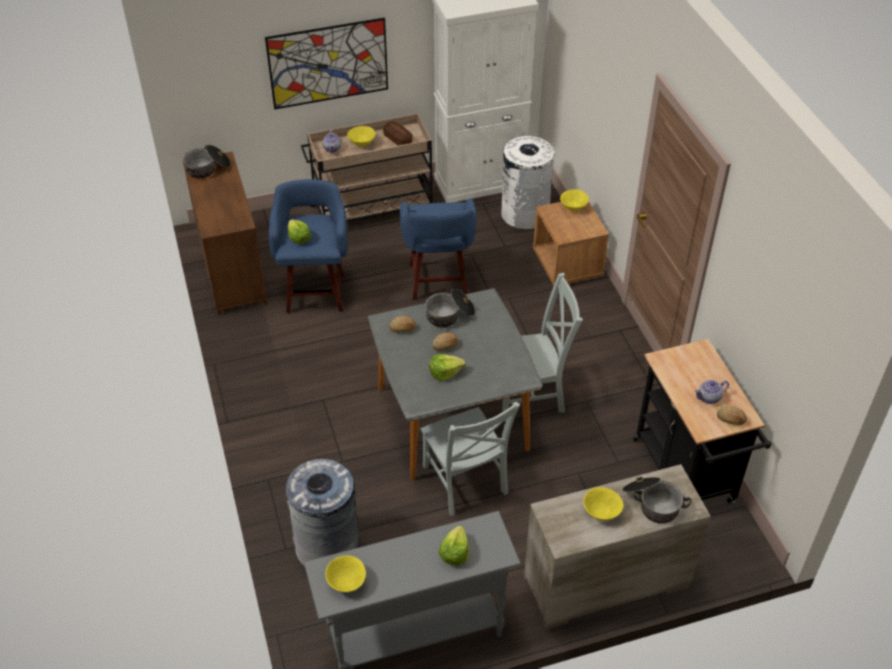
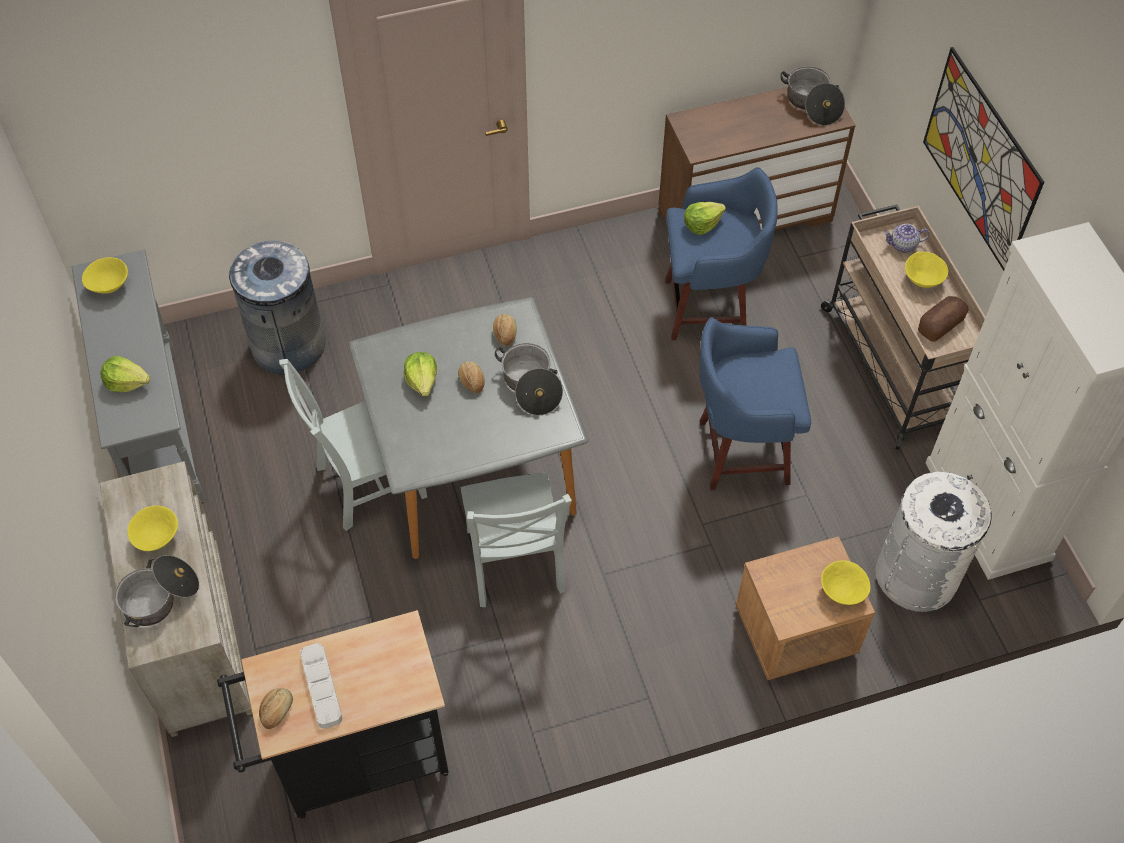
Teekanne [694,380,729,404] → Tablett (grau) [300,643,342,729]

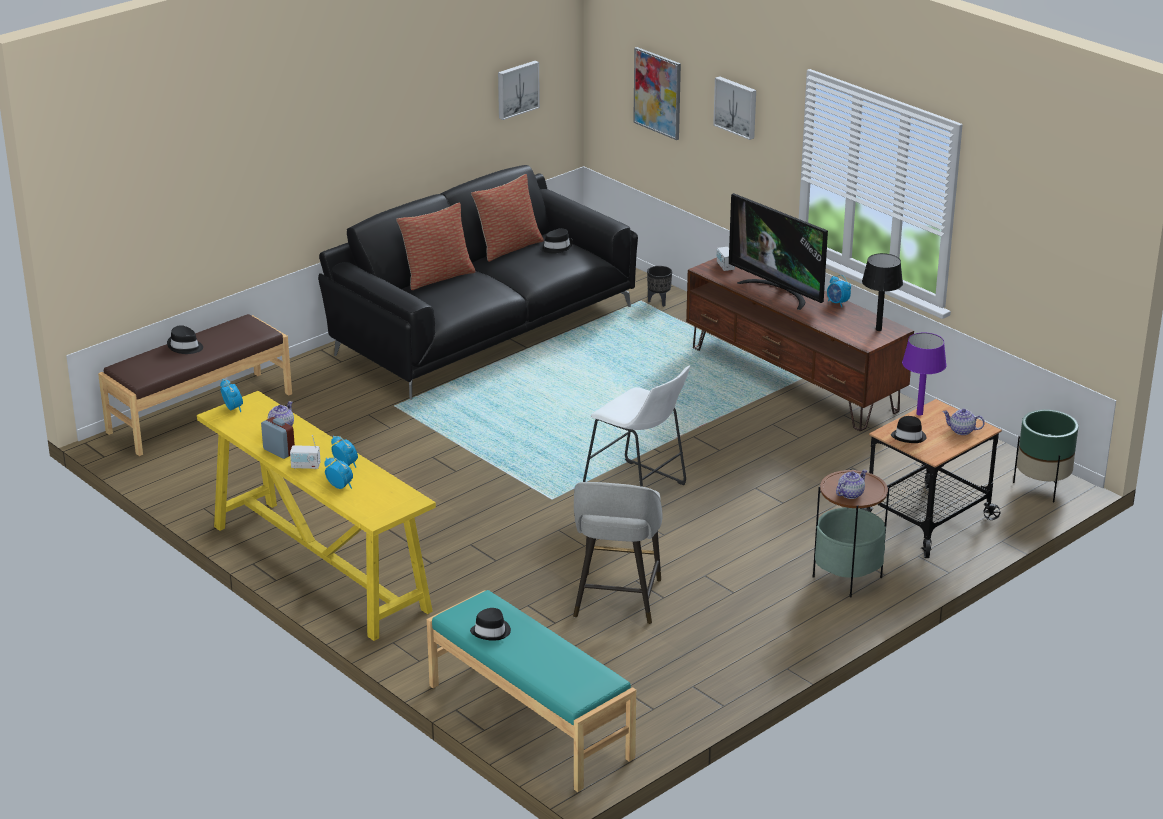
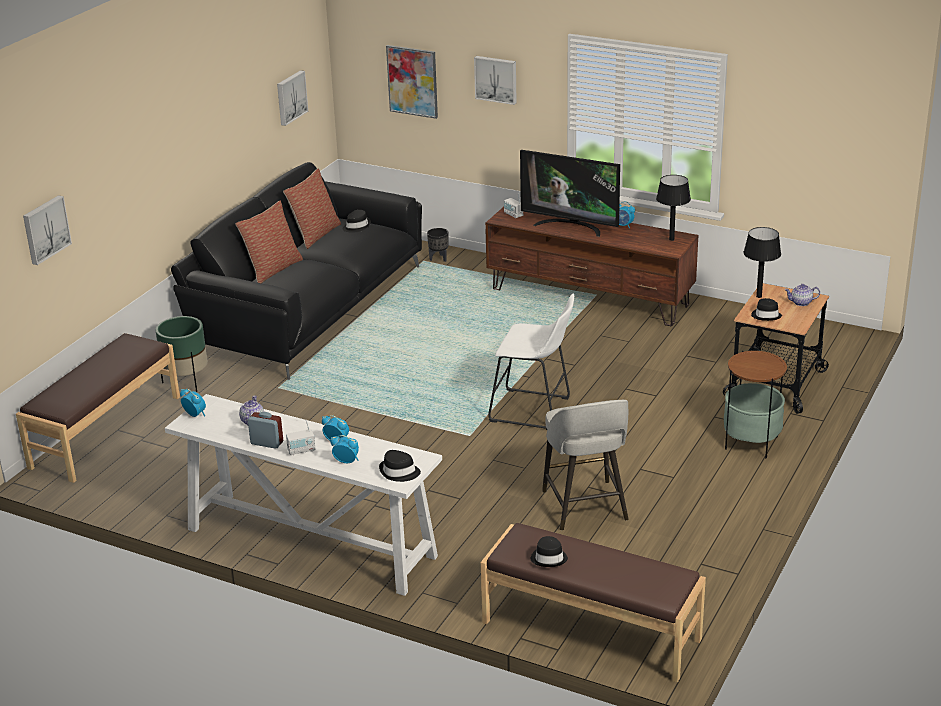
Hut (schwarz) [167,325,203,354] → Hut (schwarz) [379,450,421,482], moved
Konsolentisch (gelb) [197,391,436,641] → Konsolentisch (weiß) [165,394,442,596]
Bank (türkis) [427,590,636,792] → Bank (braun) [481,523,706,683]
Teekanne [836,470,867,499] → -
Tischlampe (lila) [902,333,947,416] → Tischlampe (schwarz) [743,227,781,298]
Pflanzkübel (grün) [1013,409,1078,502] → Pflanzkübel (grün) [155,316,208,392], moved
- → Bild [23,195,72,265]

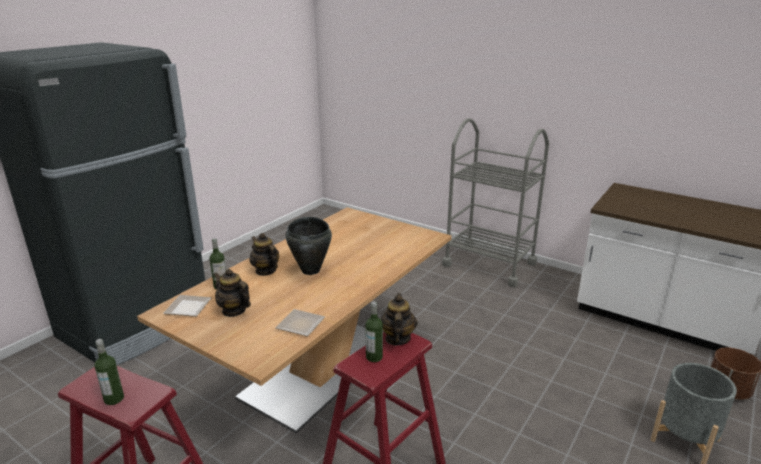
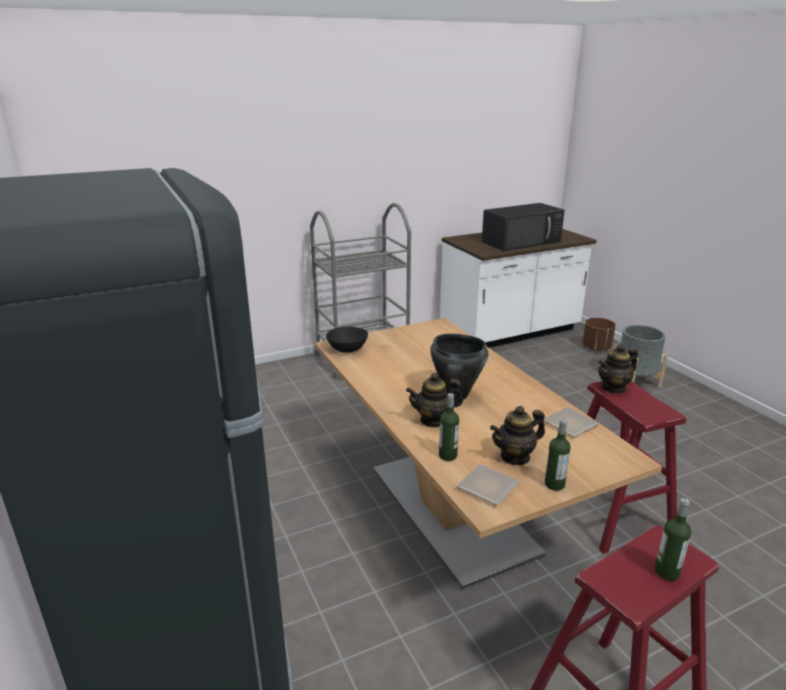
Flasche [365,301,383,362] → Flasche [545,419,571,491], moved
Teekanne [380,293,418,346] → Teekanne [598,344,638,394], 60 degrees counterclockwise
- → Schüssel (schwarz) [326,327,368,353]
- → Mikrowelle (schwarz) [482,203,565,251]

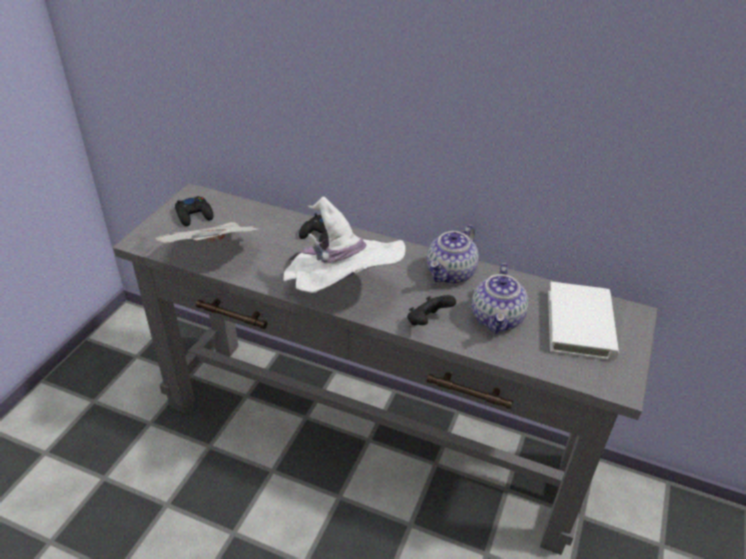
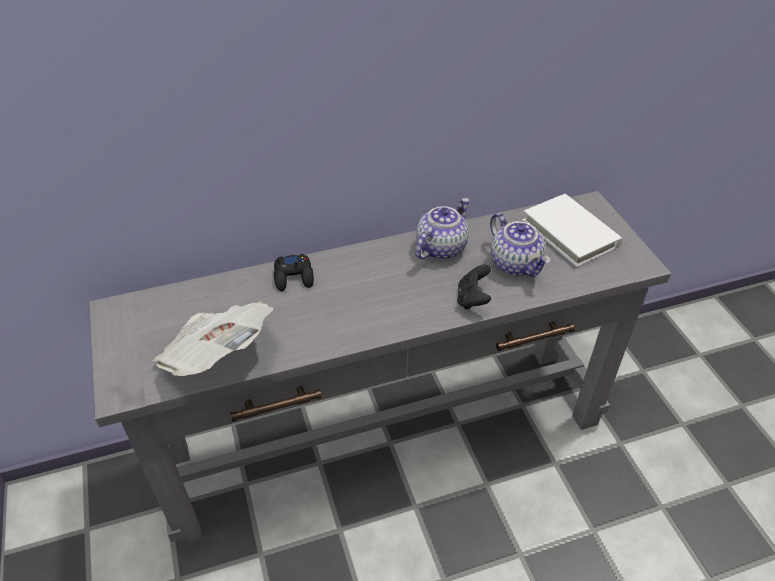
Gamepad (schwarz) [175,196,213,226] → -
Hut (weiß) [284,197,406,293] → -
Teekanne [427,225,479,284] → Teekanne [415,198,469,260], 135 degrees counterclockwise

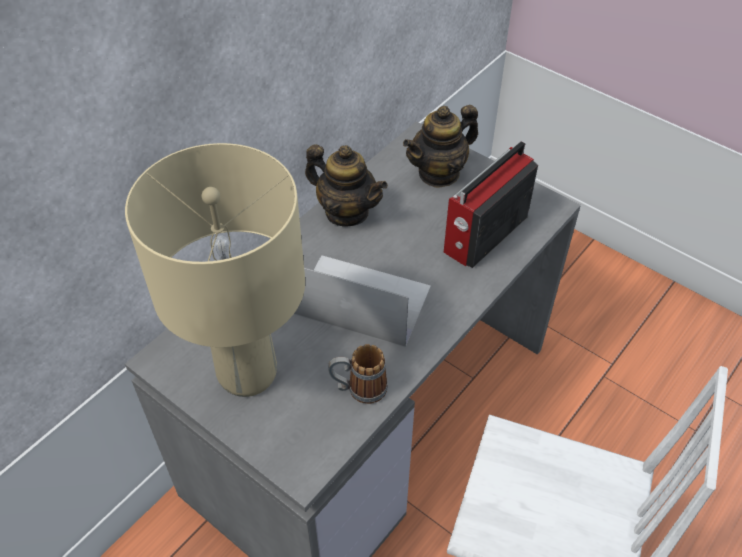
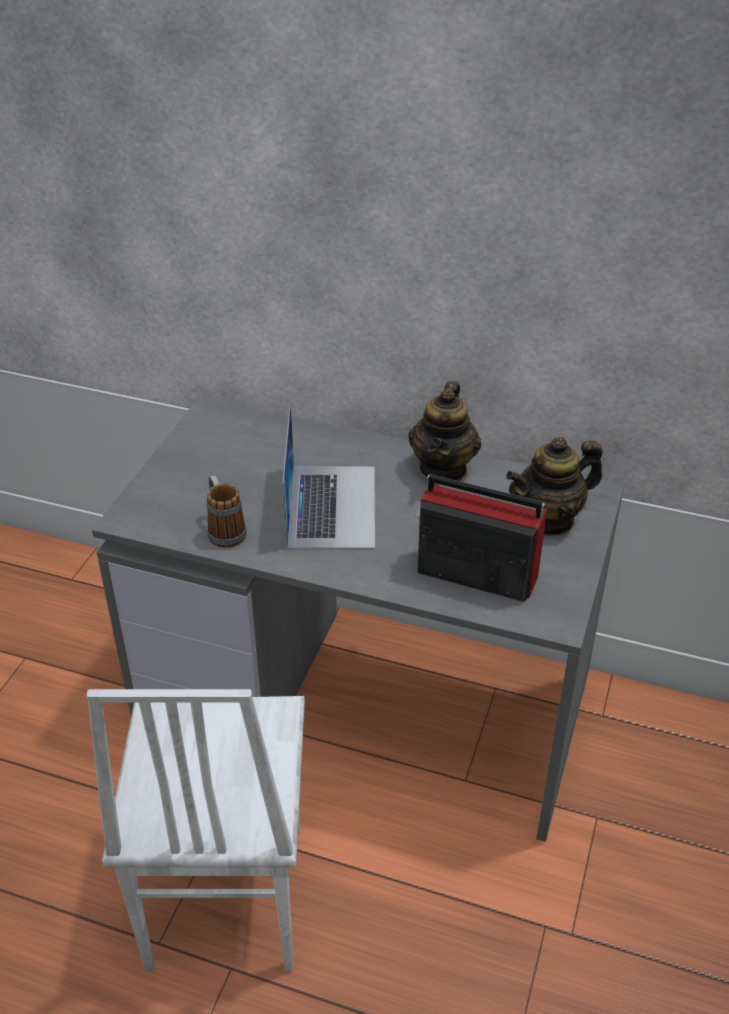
Tischlampe (beige) [125,143,305,397] → -
Teekanne [403,105,478,188] → Teekanne [506,437,603,536], 60 degrees counterclockwise

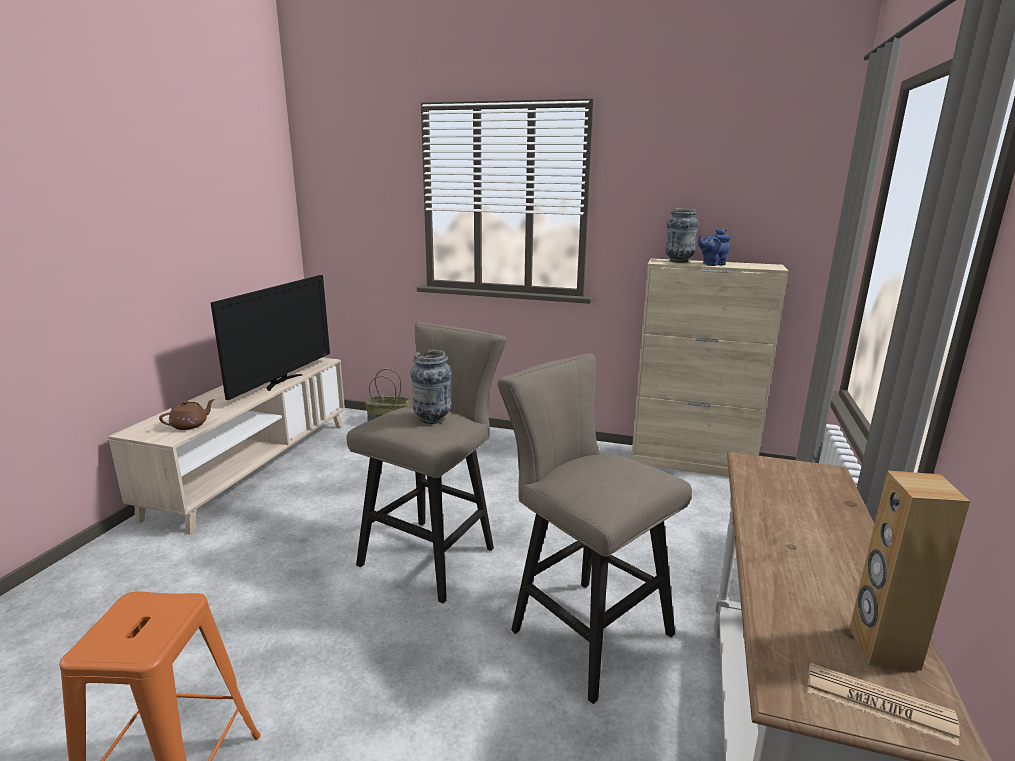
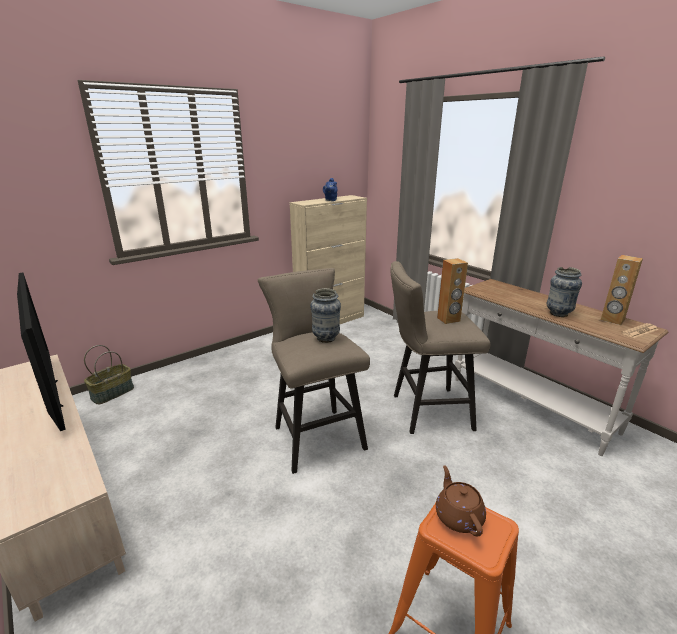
Teekanne (braun) [159,399,215,430] → Teekanne (braun) [436,465,486,536], moved
Vase [665,208,699,263] → Vase [547,267,582,317], moved
- → Lautsprecher (braun) [437,258,468,324]

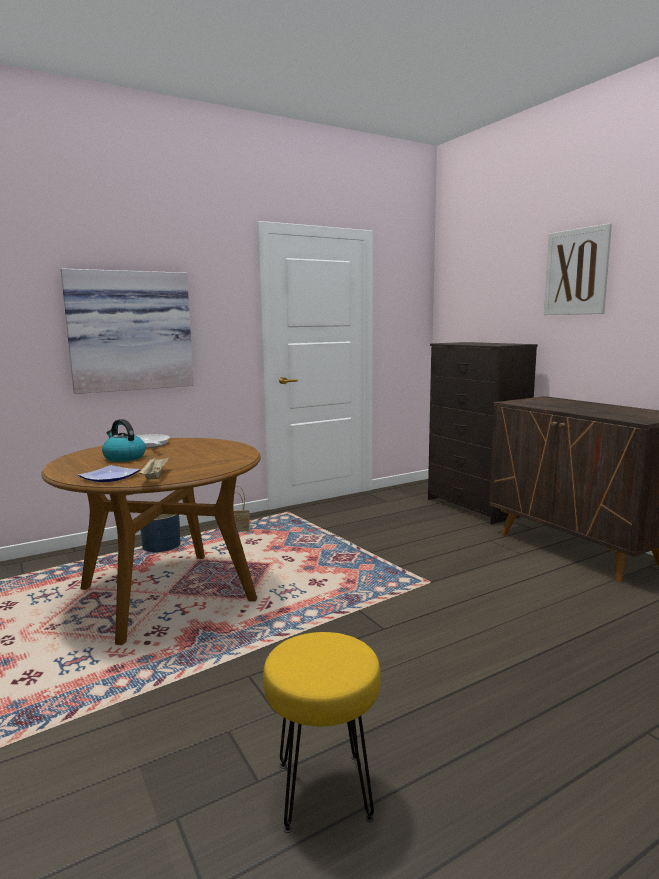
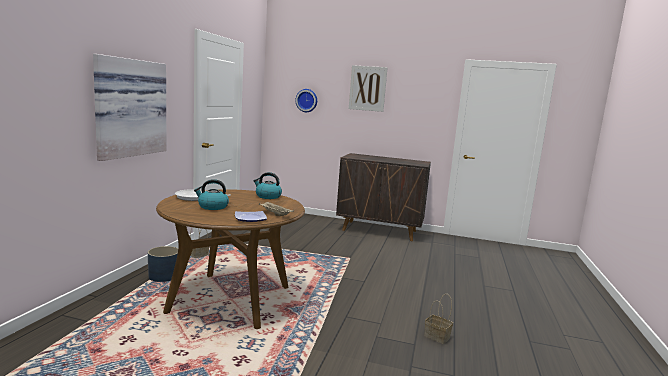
Hocker (gelb) [263,632,381,833] → Korb [424,294,453,344]
Kommode (schwarz) [428,342,538,524] → -
- → Wasserkessel [254,172,282,199]
- → Wanduhr [295,89,317,112]

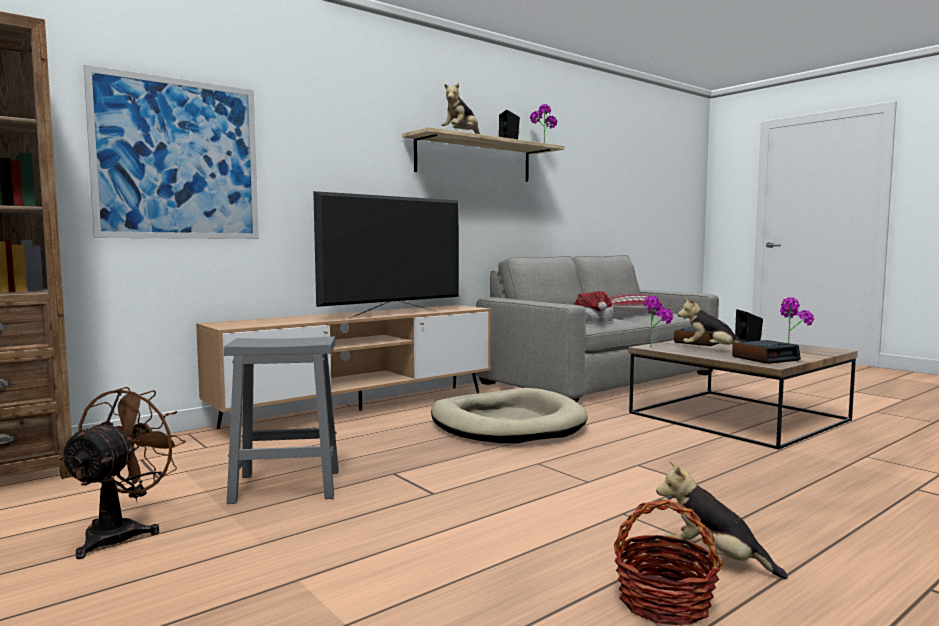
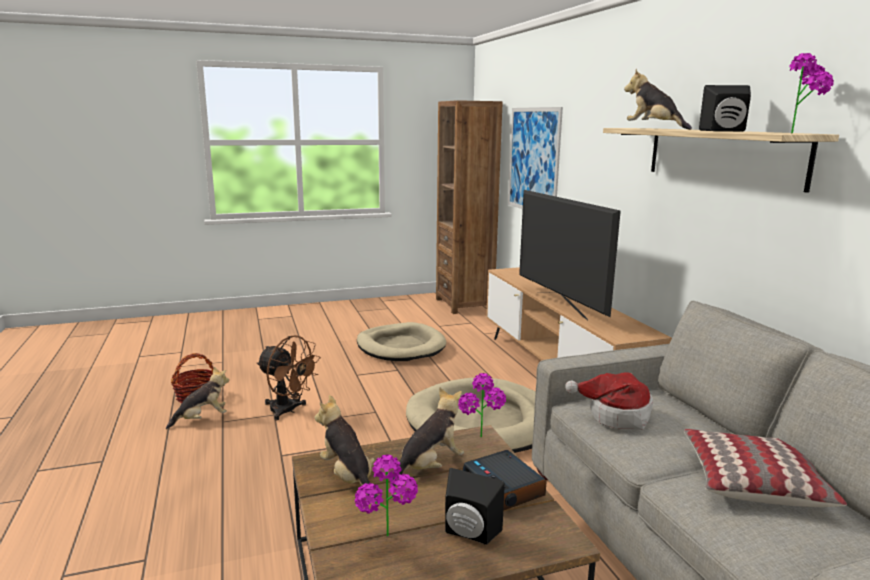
Ventilator (braun) [58,387,186,559] → Ventilator (braun) [257,335,321,421], moved
Hocker (grau) [224,336,339,504] → Hundebett (beige) [357,322,446,361]
Wecker [732,340,801,364] → Plüschtier [315,395,378,498]

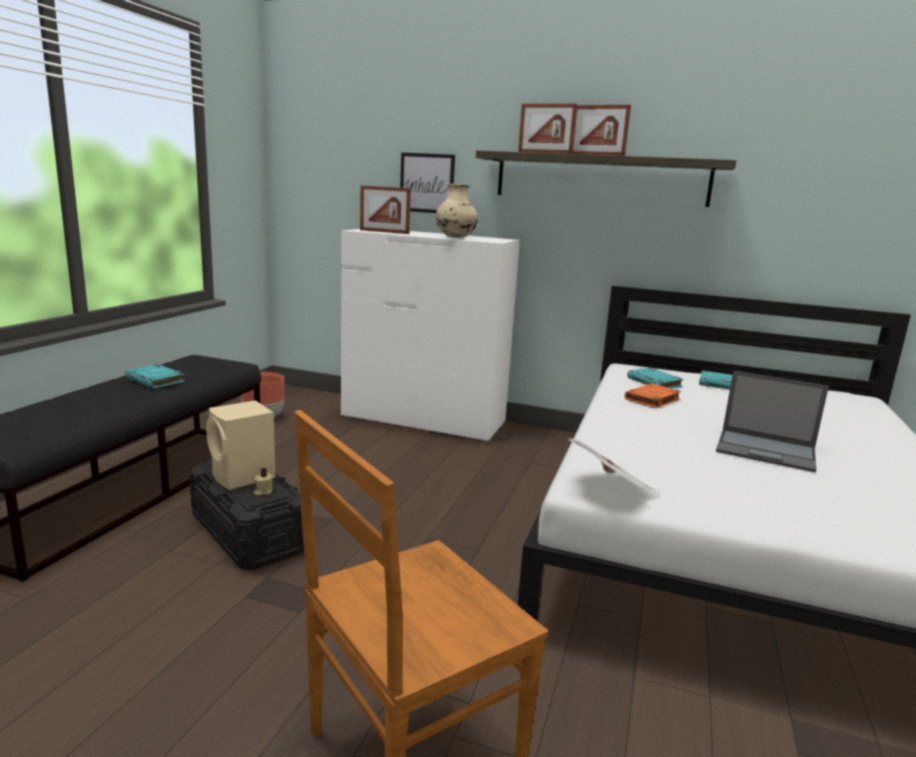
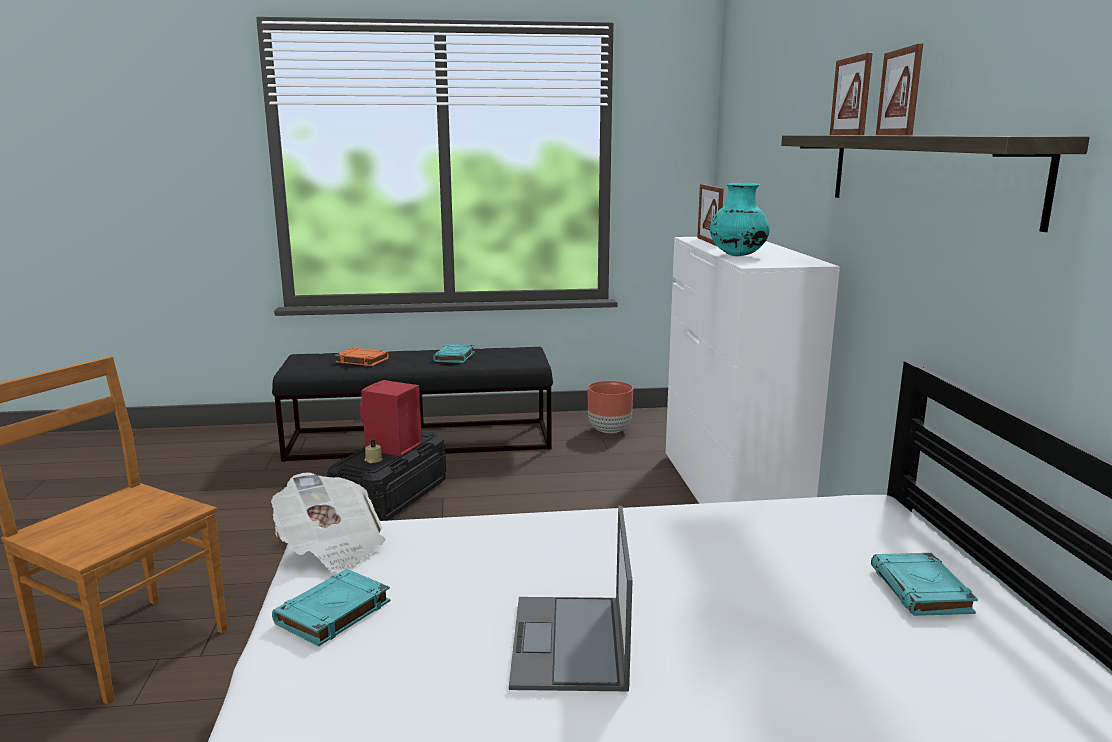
Lautsprecher (beige) [206,400,275,490] → Lautsprecher (rot) [360,380,422,456]
Bild [400,153,455,213] → -
Vase (beige) [435,184,478,238] → Vase (türkis) [710,183,770,256]
Buch (orange) [624,383,681,408] → Buch (orange) [335,348,389,366], moved
Buch (türkis) [627,368,684,389] → Buch (türkis) [272,569,390,646], moved

